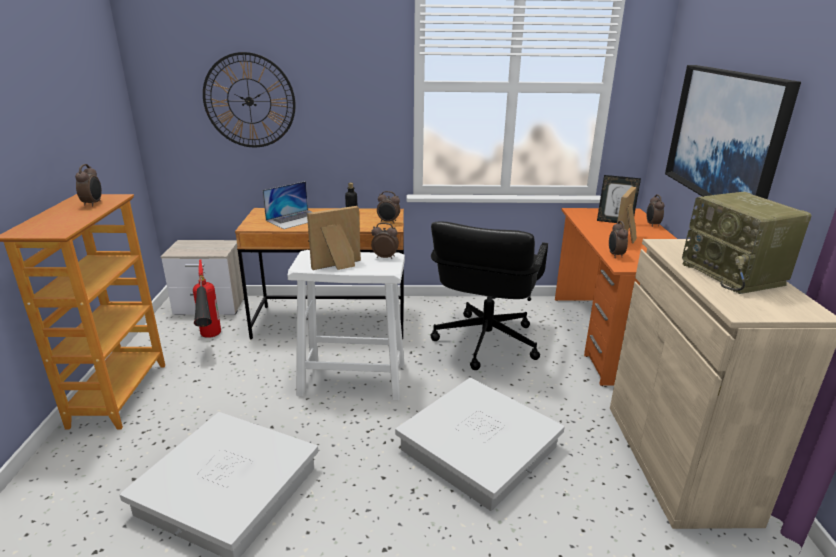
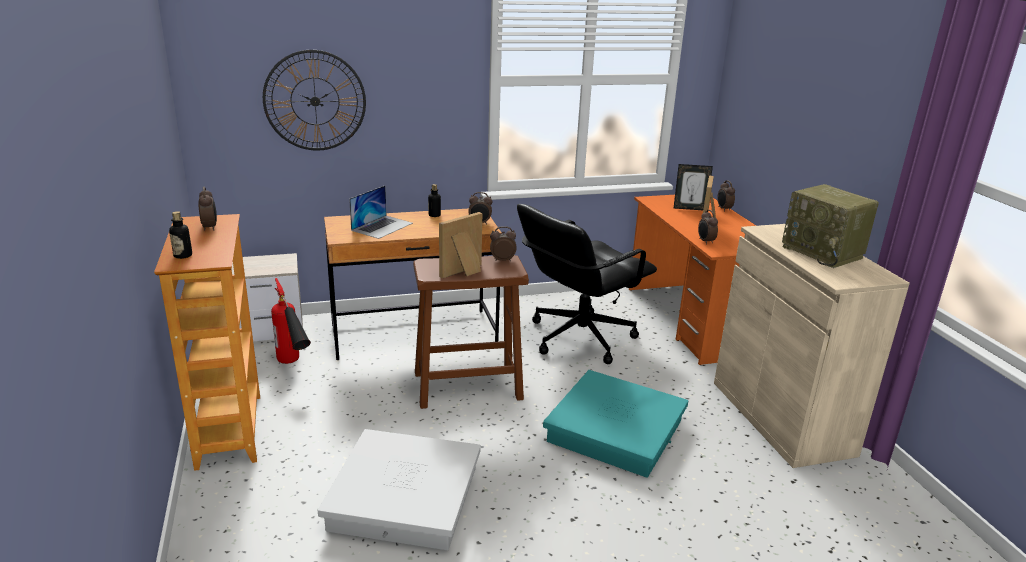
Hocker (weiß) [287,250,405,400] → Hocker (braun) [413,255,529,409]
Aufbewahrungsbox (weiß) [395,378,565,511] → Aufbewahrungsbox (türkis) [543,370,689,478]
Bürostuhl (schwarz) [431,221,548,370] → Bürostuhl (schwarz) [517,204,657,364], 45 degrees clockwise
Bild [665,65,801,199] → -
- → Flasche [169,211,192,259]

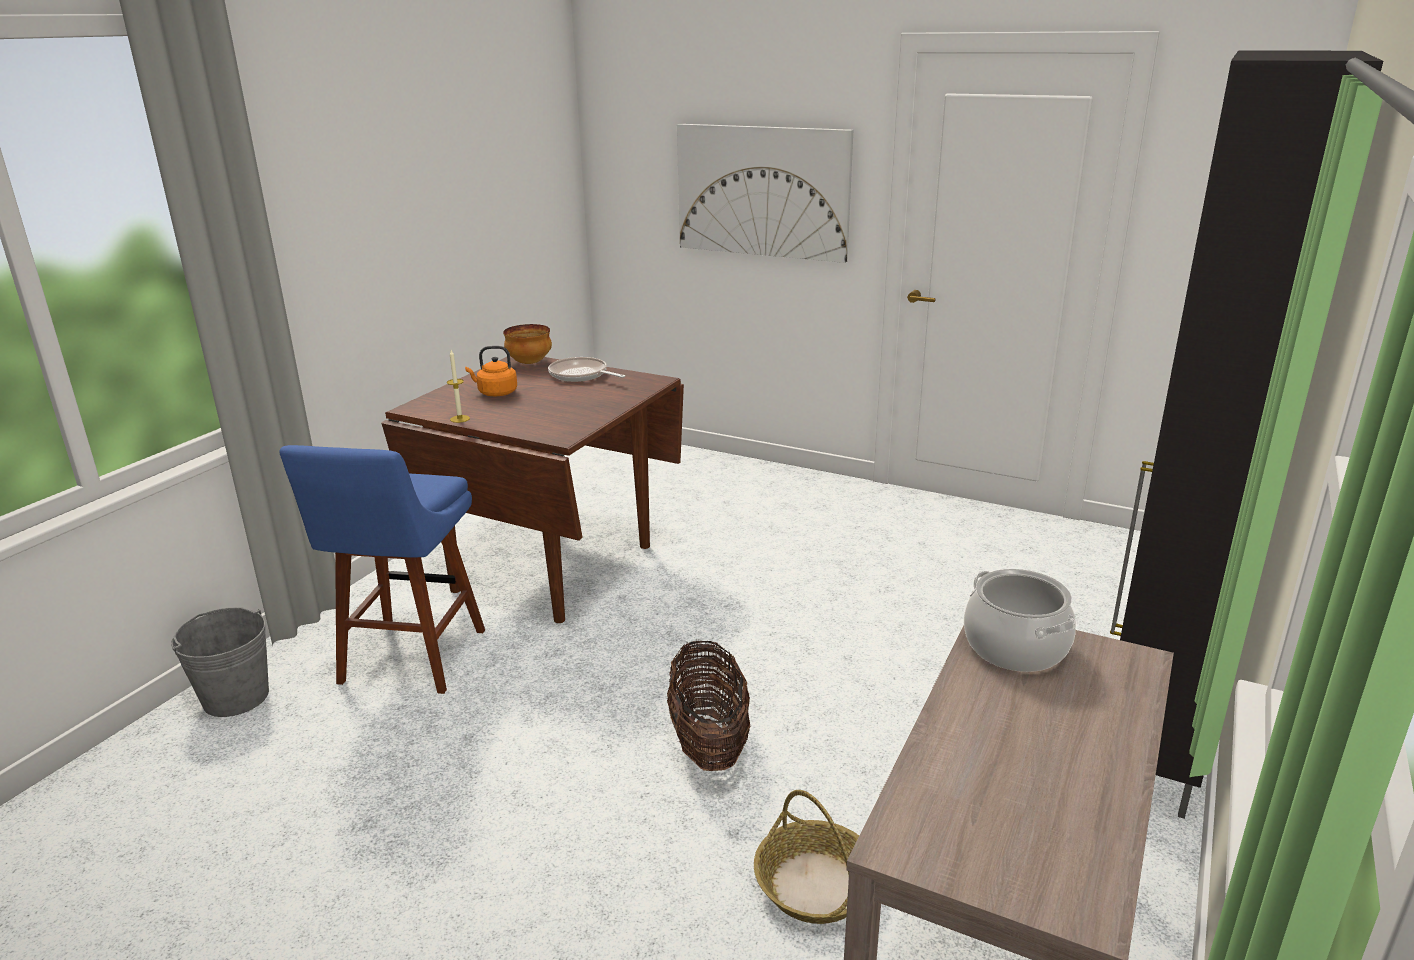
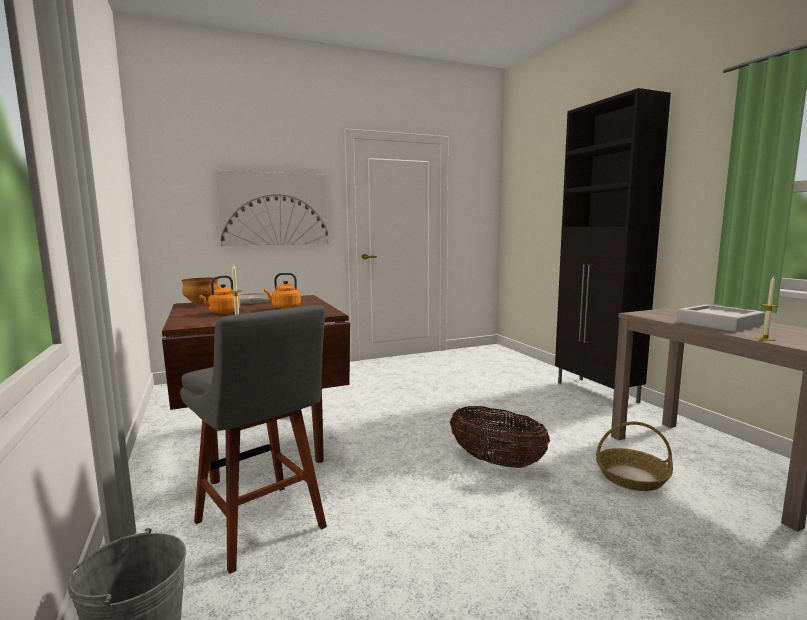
Hocker (blau) [279,445,485,694] → Hocker (grau) [180,305,327,574]
Kochtopf [964,569,1076,672] → -
- → Wasserkessel (orange) [264,273,301,309]
- → Tablett (grau) [676,304,765,332]
- → Kerze [755,276,779,341]

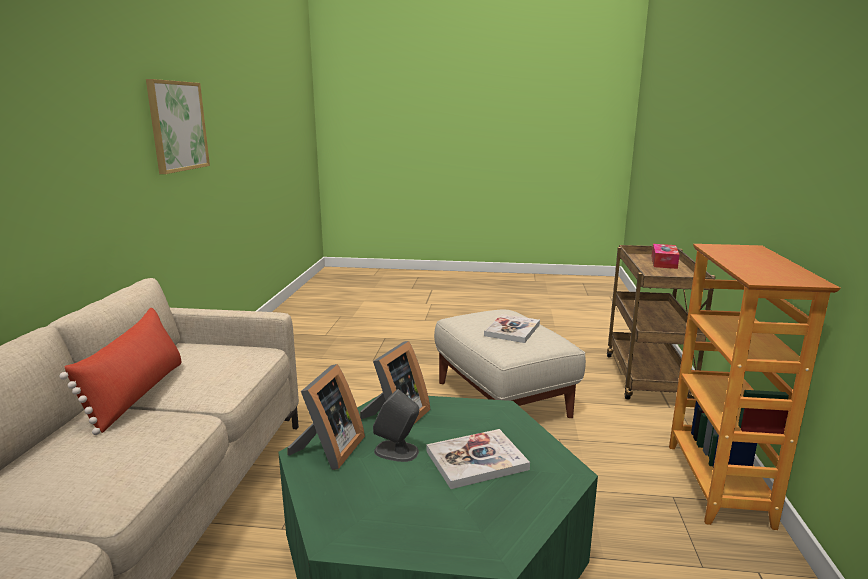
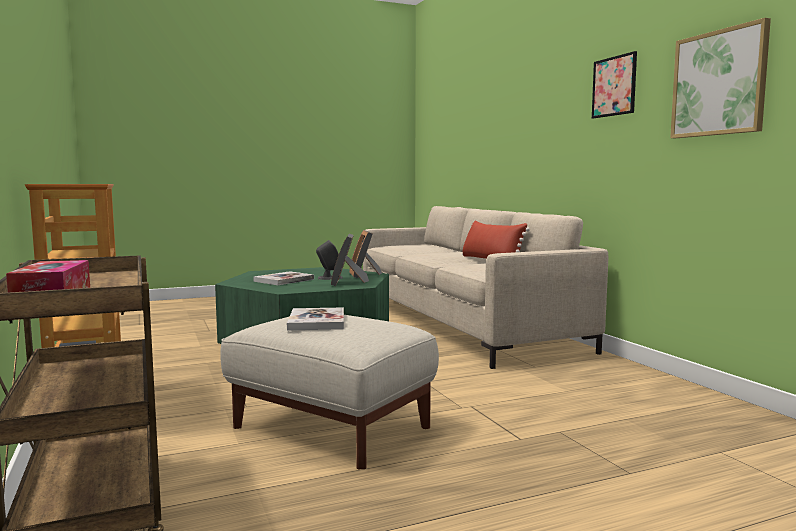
- → Bild [592,51,637,118]

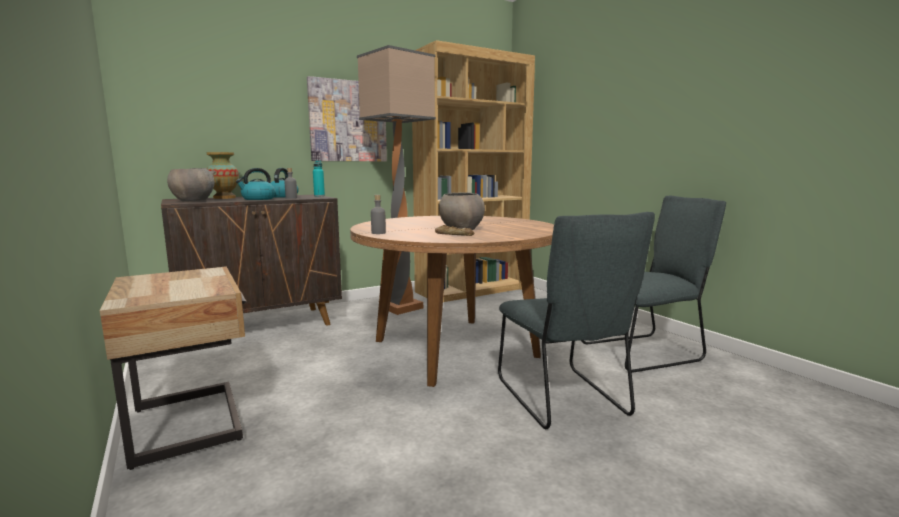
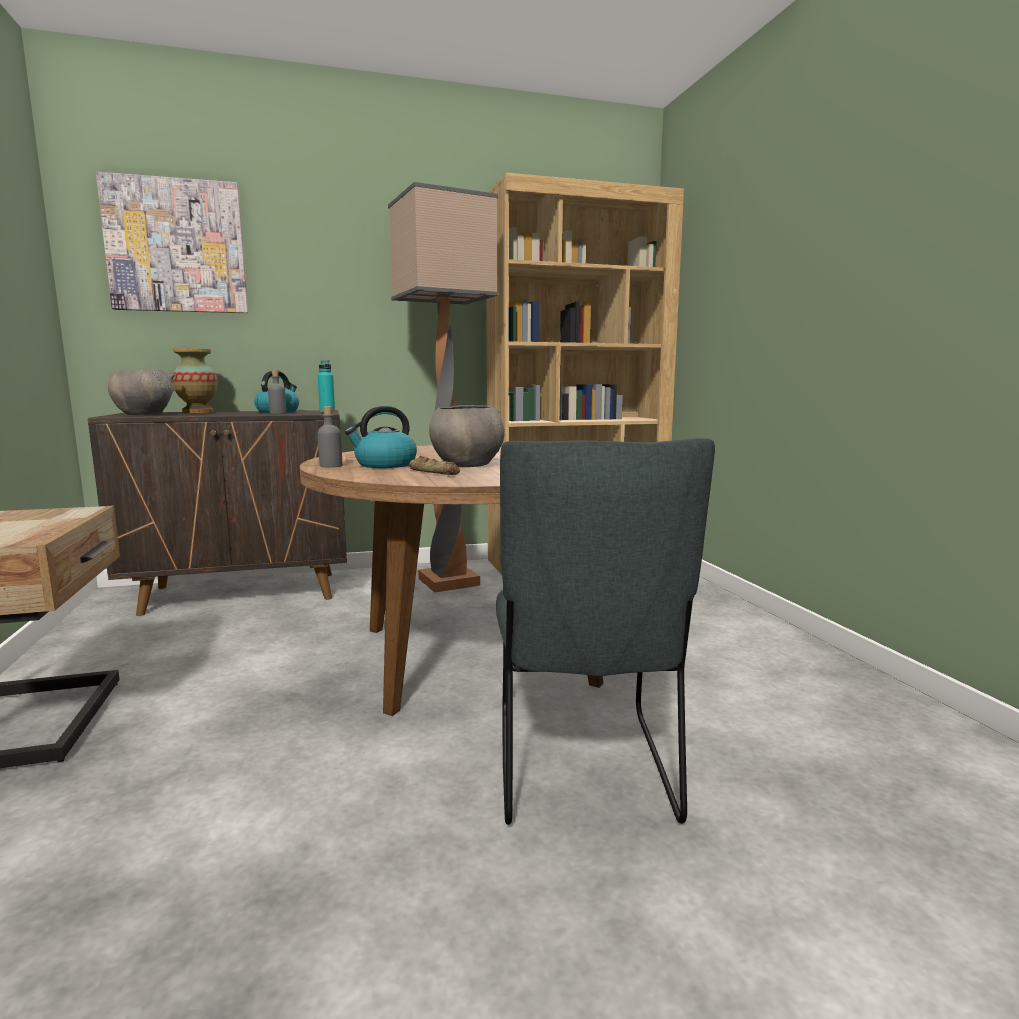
Wasserkessel [236,168,275,200] → Wasserkessel [345,406,417,468], moved
Bild [307,76,387,161] → Bild [96,172,248,313], moved
Stuhl (grau) [581,196,726,373] → -

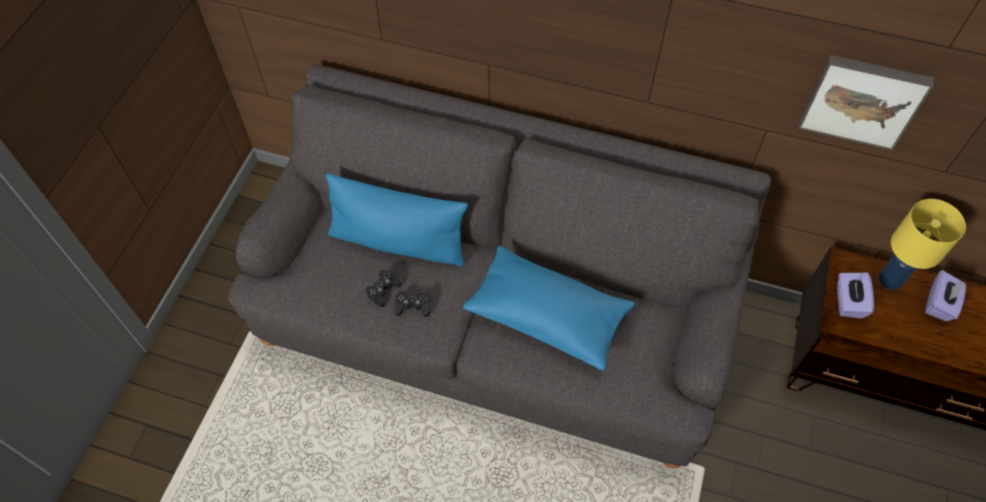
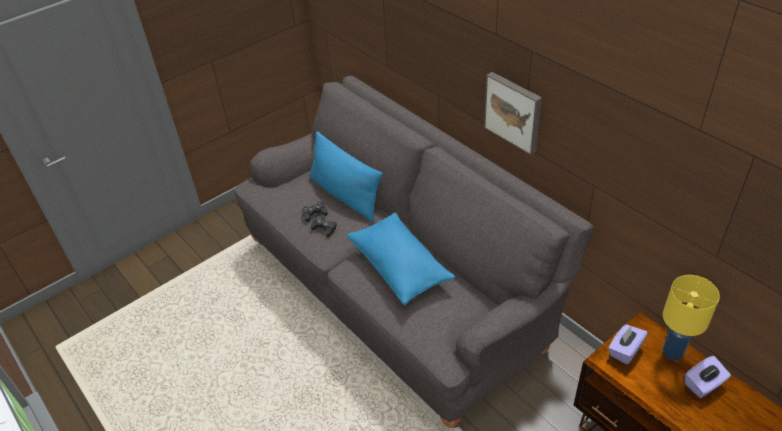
Bild [799,55,934,150] → Bild [484,72,542,155], moved

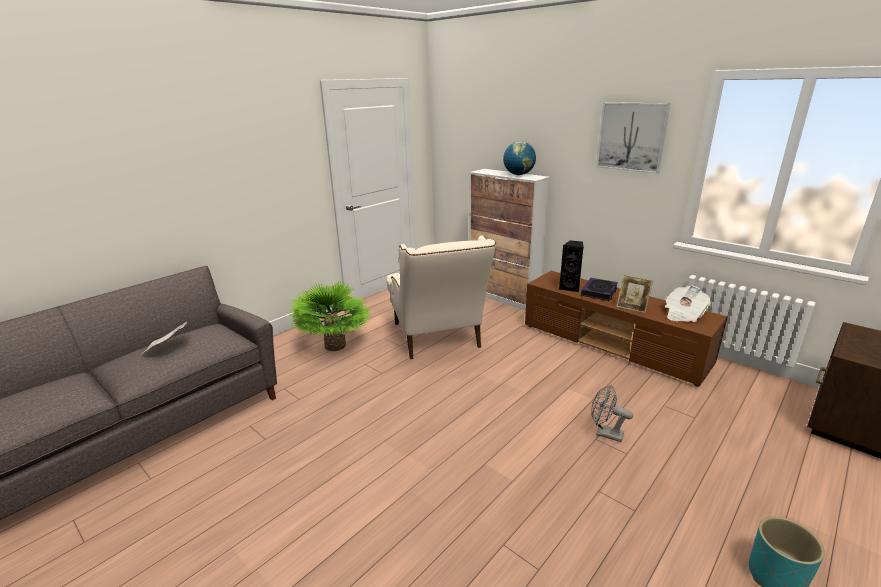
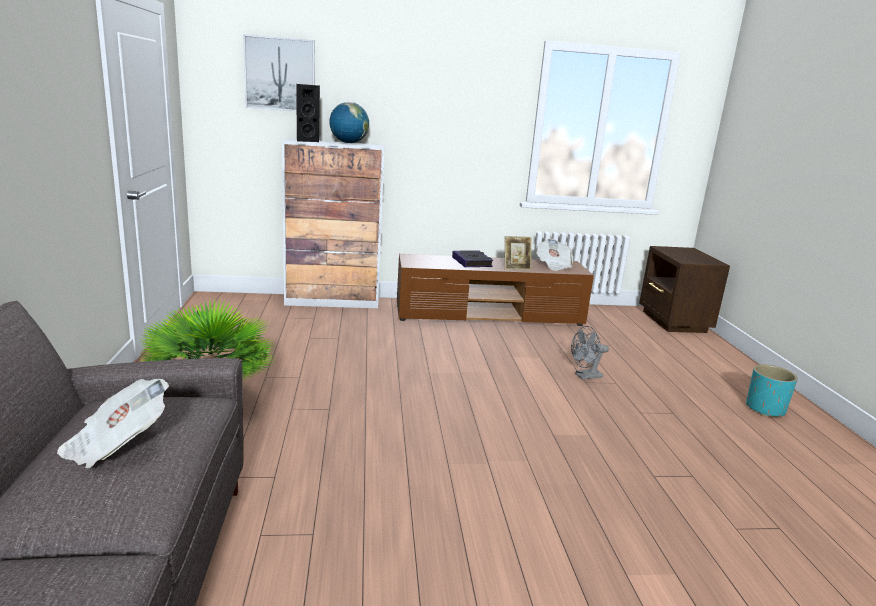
Sessel (beige) [386,236,496,359] → -
Lautsprecher (schwarz) [559,241,584,292] → Lautsprecher (schwarz) [296,84,320,142], moved
Bild [596,102,671,174] → Bild [243,34,315,111], moved

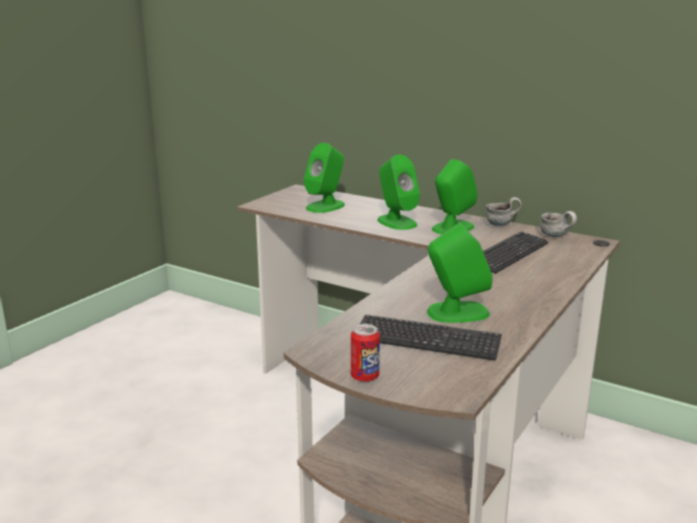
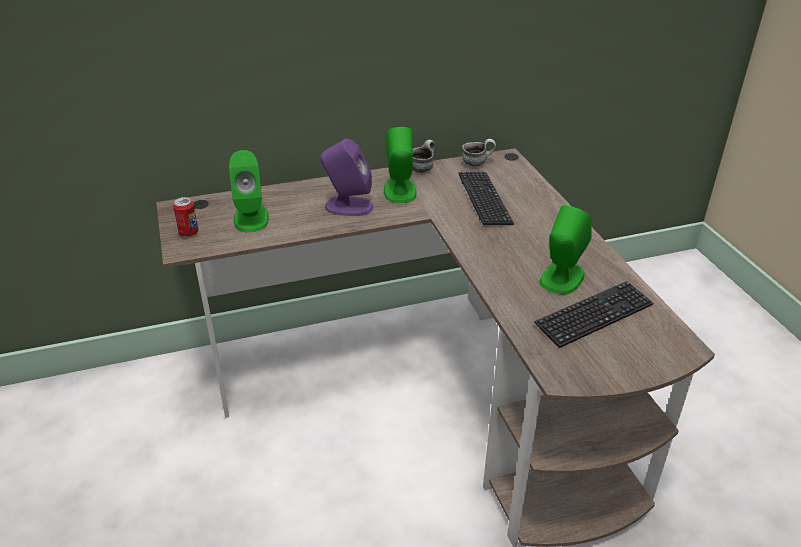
Dose [351,324,380,382] → Dose [173,197,198,237], moved
Lautsprecher (grün) [377,155,420,230] → Lautsprecher (lila) [320,138,373,216]

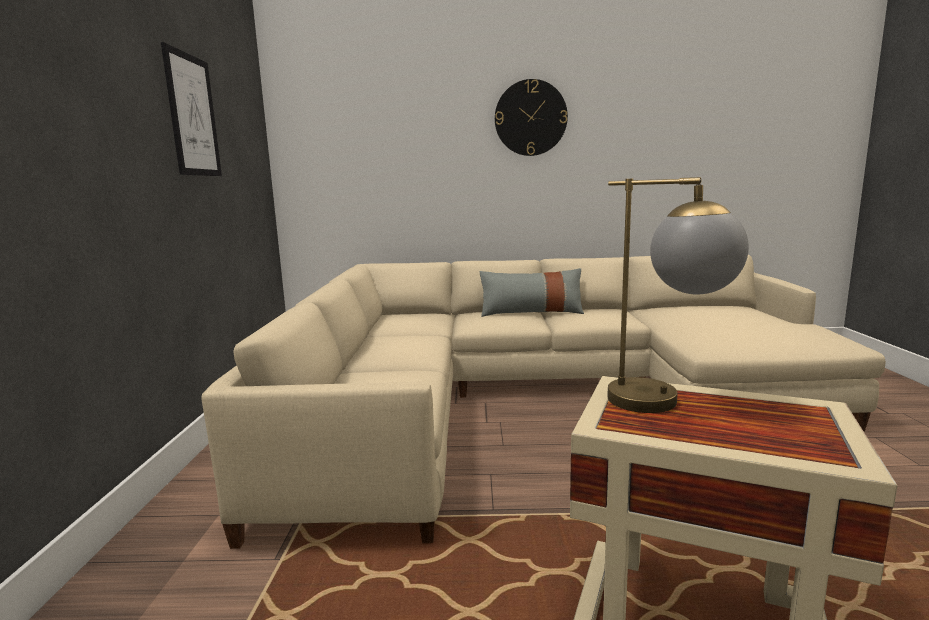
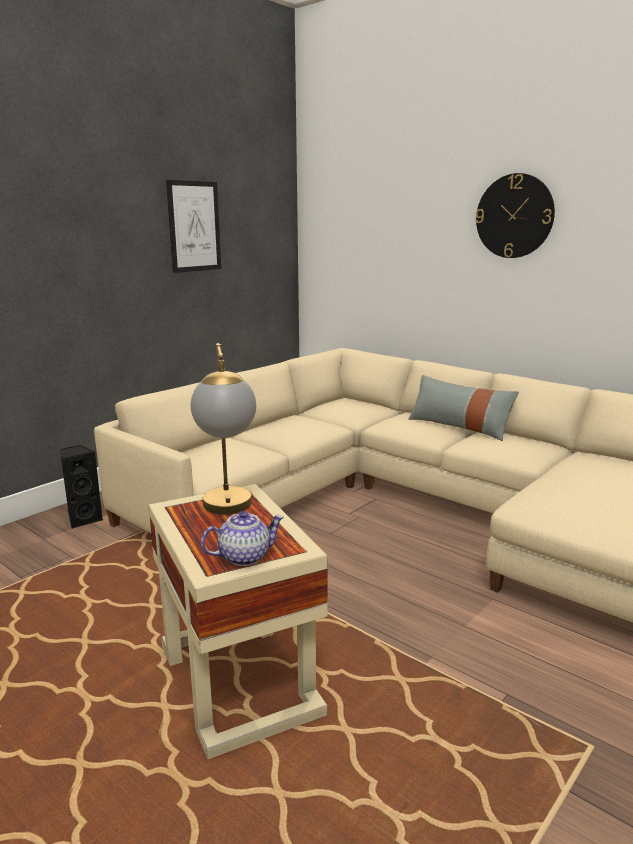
- → Lautsprecher (schwarz) [60,445,103,529]
- → Teekanne [201,511,284,566]

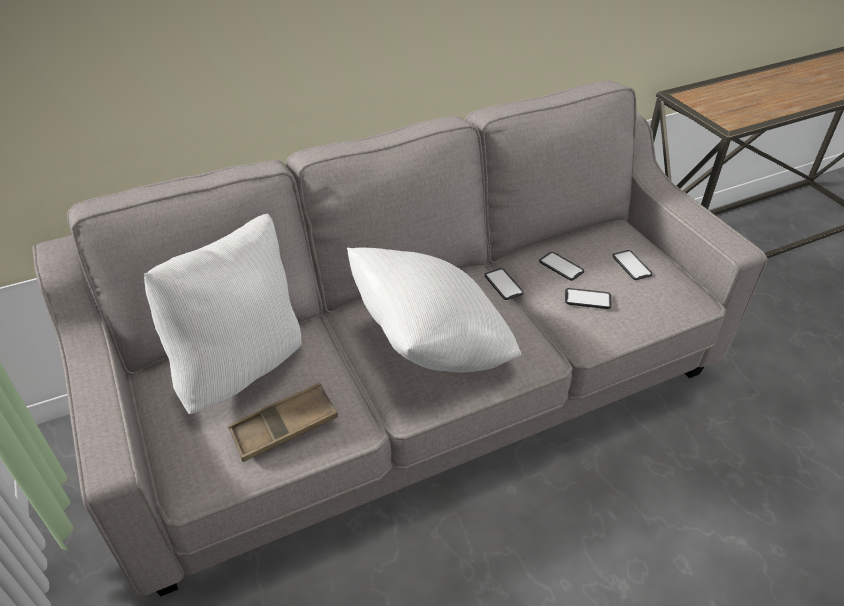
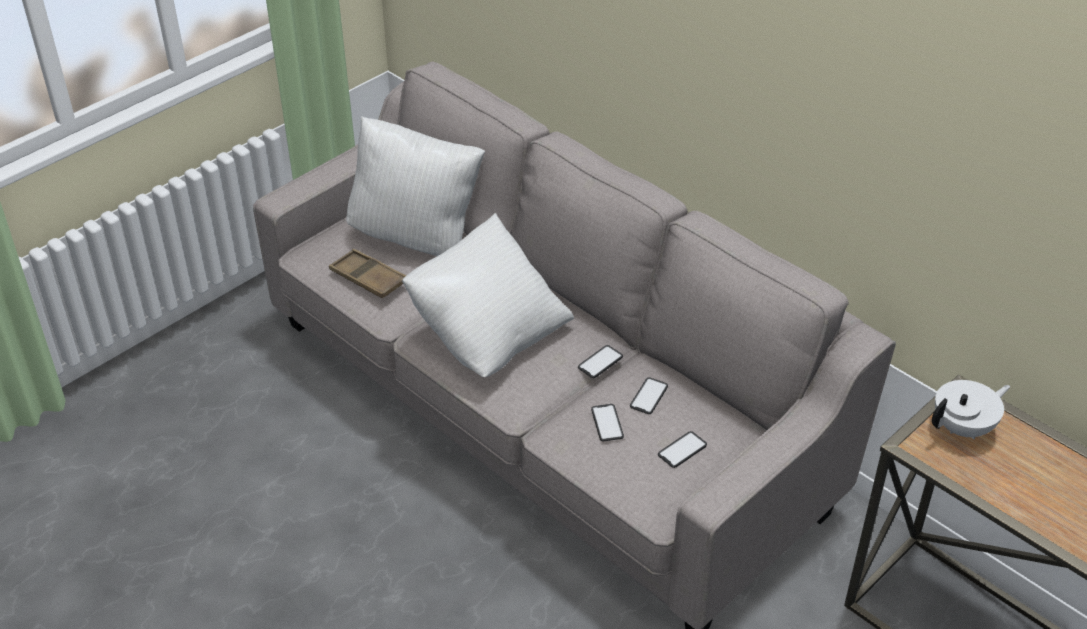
- → Teekanne (weiß) [932,380,1010,440]

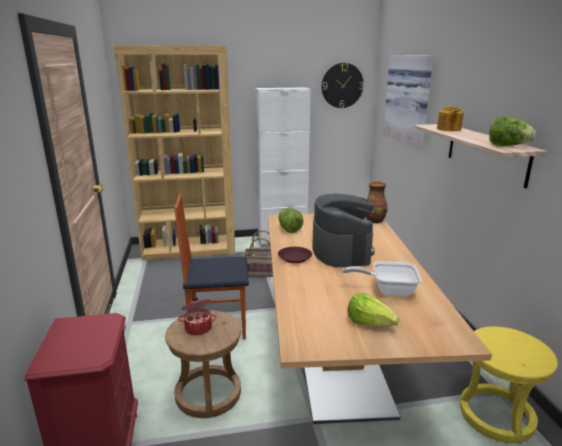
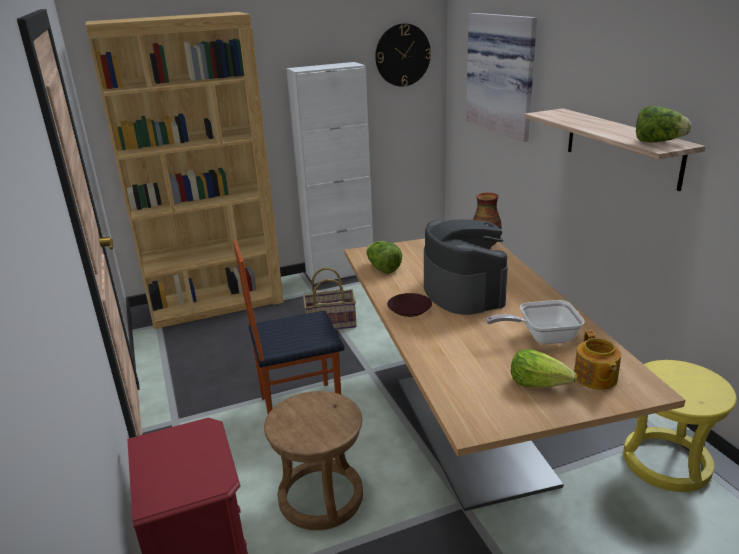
Kochtopf [178,297,217,335] → -
Teekanne [437,106,464,131] → Teekanne [574,331,621,390], moved

